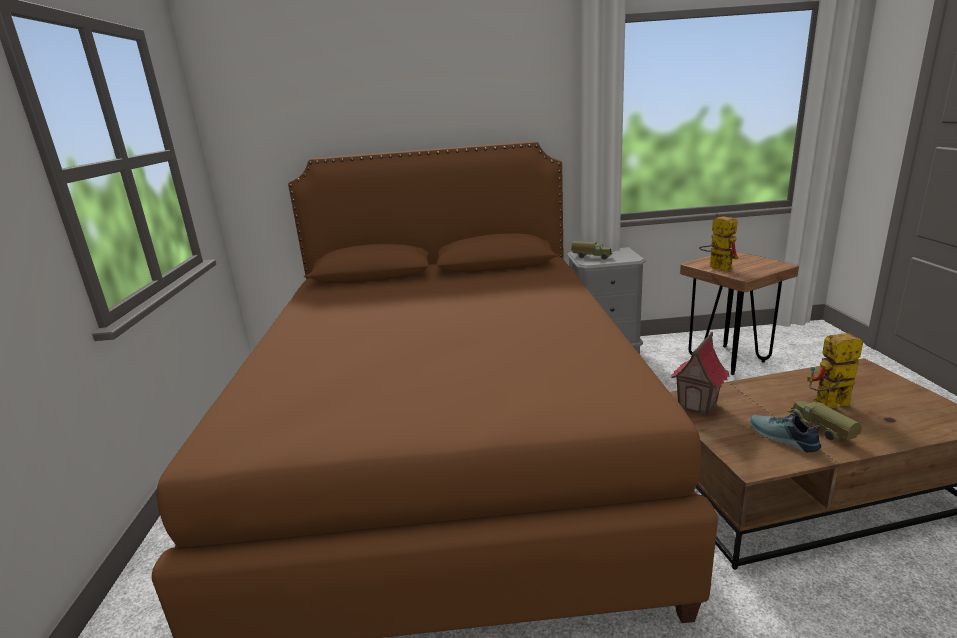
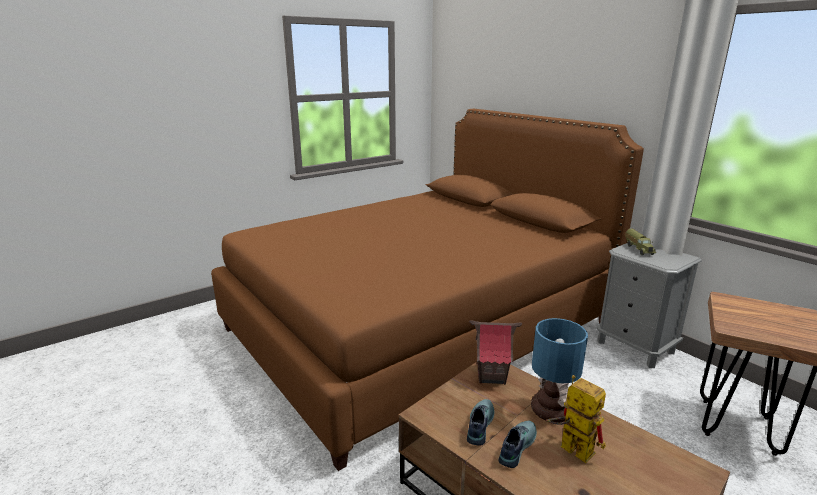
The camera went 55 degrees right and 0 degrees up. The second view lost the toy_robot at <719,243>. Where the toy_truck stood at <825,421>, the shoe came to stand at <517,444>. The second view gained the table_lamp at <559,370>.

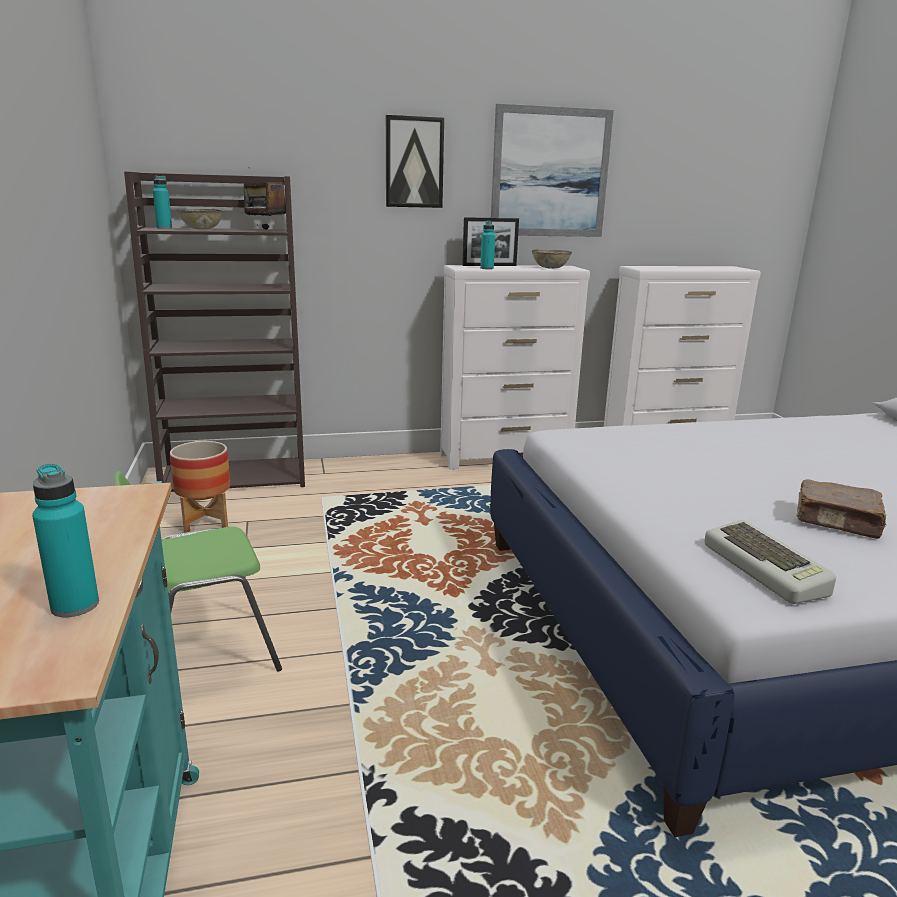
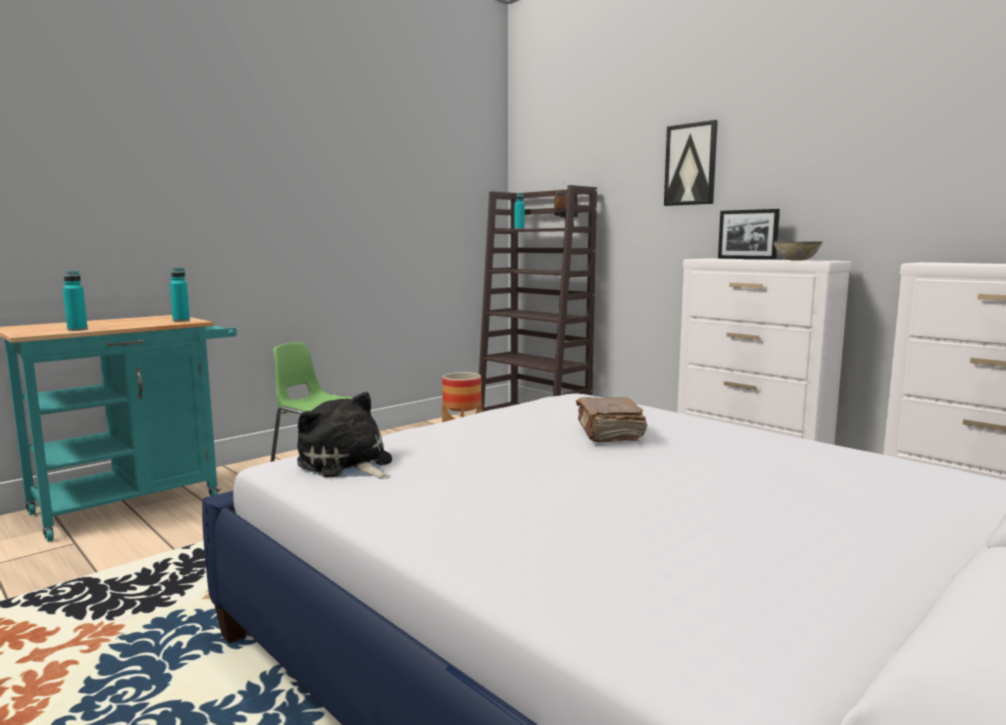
The camera went 60 degrees right and 10 degrees down. The second view lost the picture at <552,170>. The second view lost the bowl at <200,219>. The turquoise_bottle ended up elsewhere, having gone from <487,245> to <180,294>. The brown_book ended up elsewhere, having gone from <842,509> to <611,419>. Where the keyboard stood at <770,562>, the plush_toy came to stand at <344,435>.

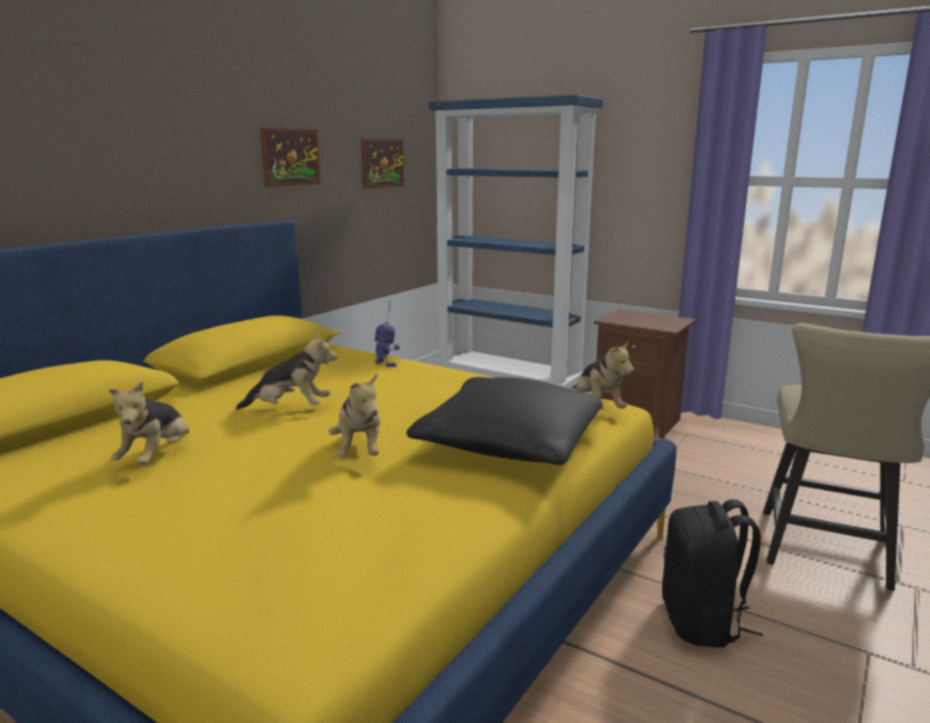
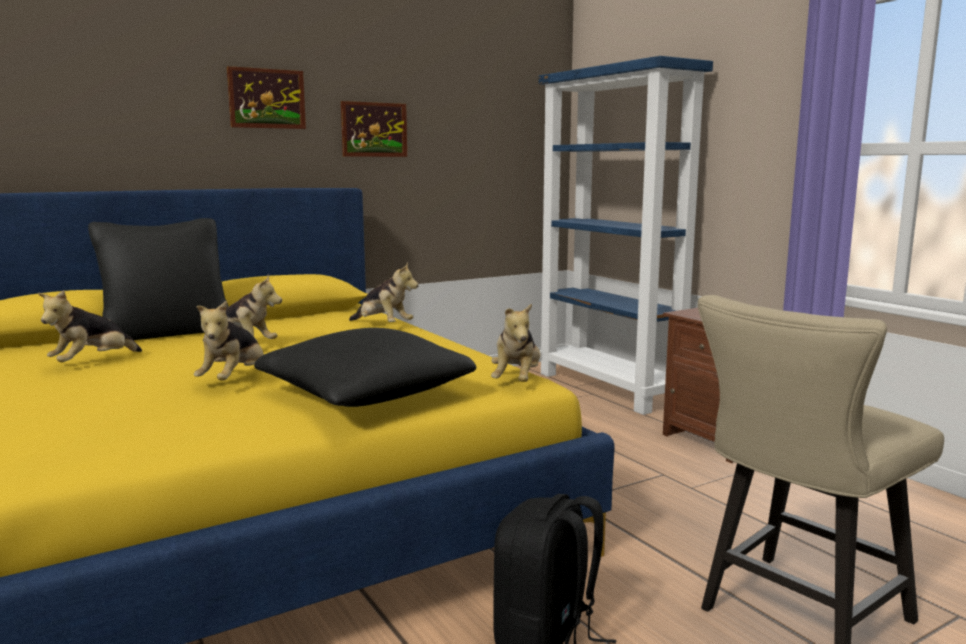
The camera went 25 degrees right and 5 degrees down. The picture ended up elsewhere, having gone from <382,164> to <266,97>. Where the toy_robot stood at <387,334>, the plush_toy came to stand at <384,292>. The second view gained the black_pillow at <158,279>.

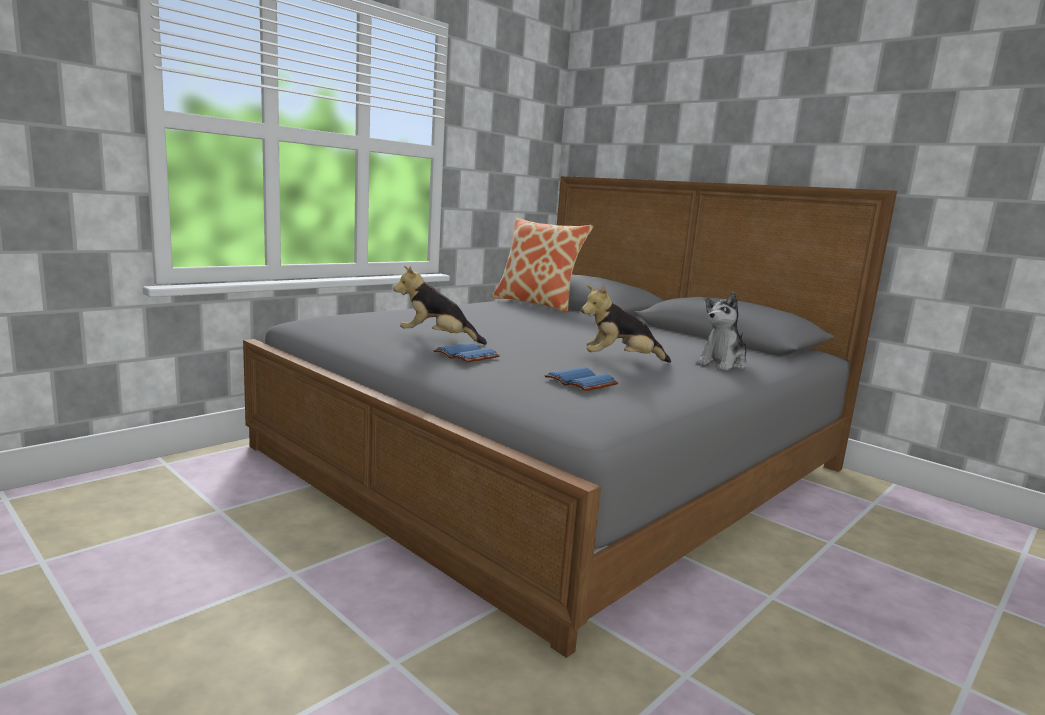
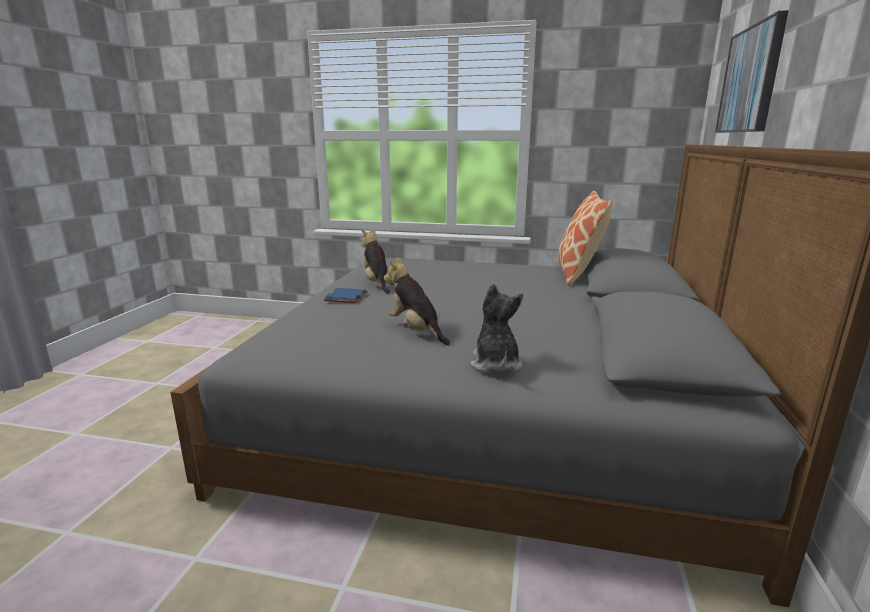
The camera went 60 degrees right and 5 degrees up. The plush_toy at <721,331> ended up facing another way, 75 degrees clockwise from before. The second view lost the blue_book at <582,379>. The second view gained the picture at <752,71>.

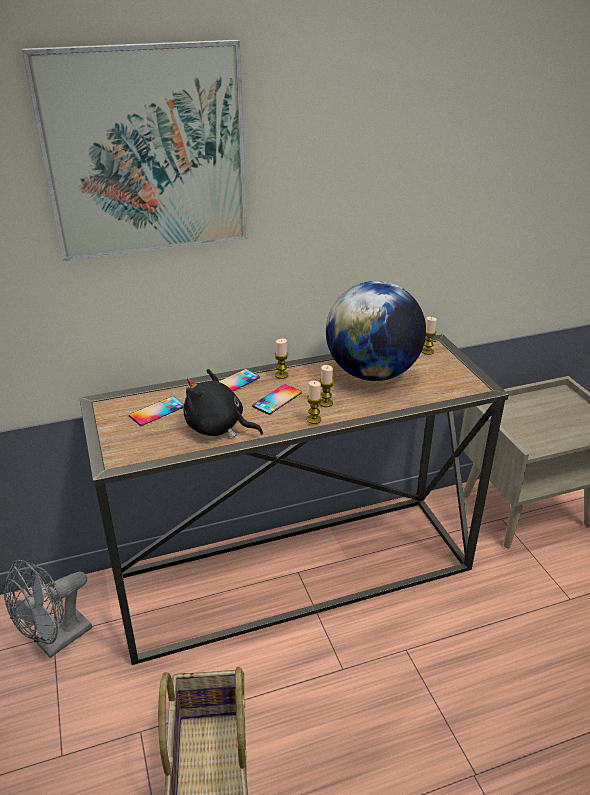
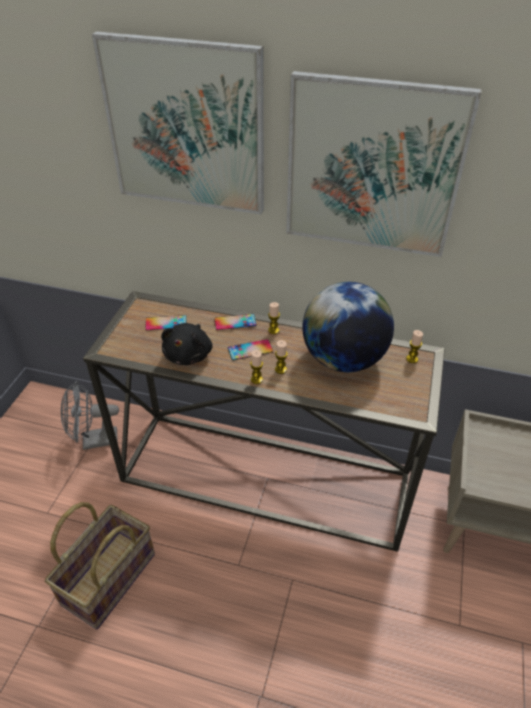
The camera went 35 degrees right and 10 degrees up. The black_plush_toy at <223,403> ended up facing another way, 135 degrees counterclockwise from before. The second view gained the picture at <384,164>.

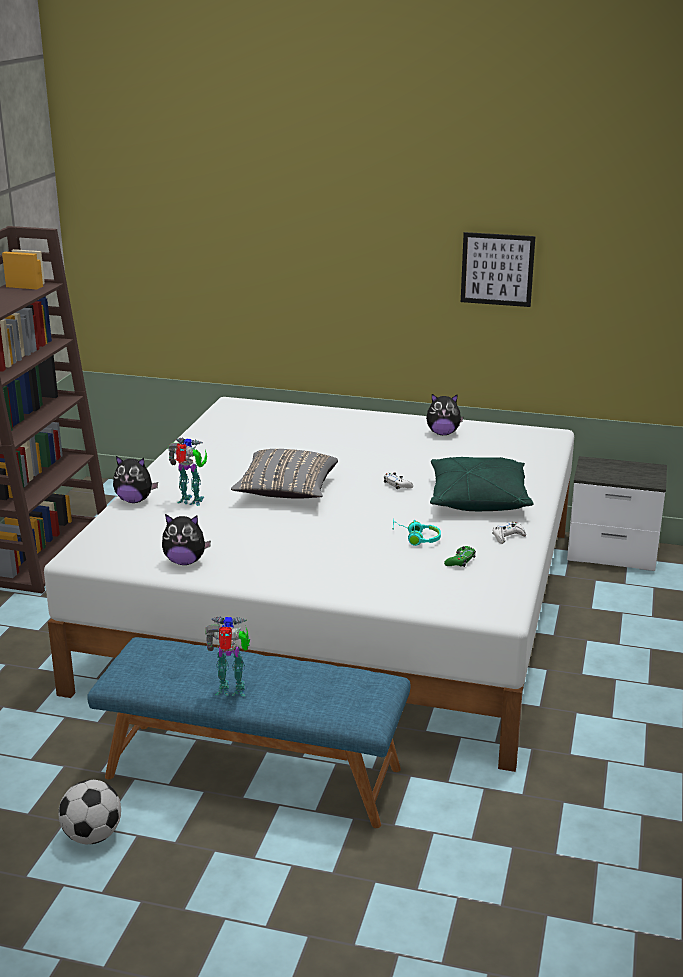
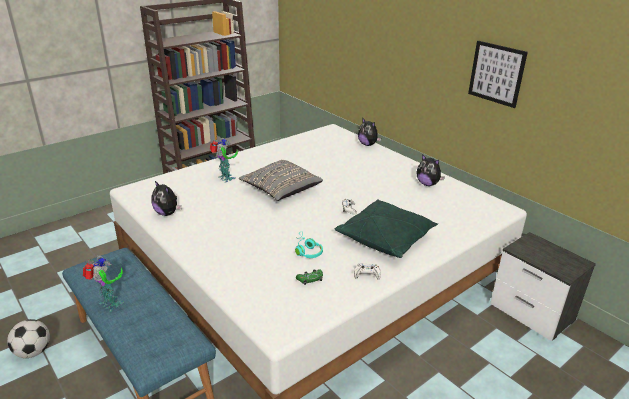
The camera went 35 degrees right and 5 degrees up. The plush_toy ended up elsewhere, having gone from <135,479> to <369,132>.

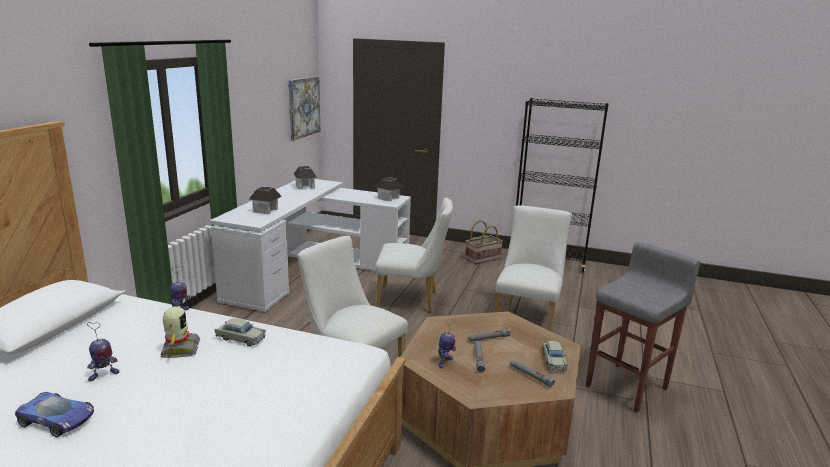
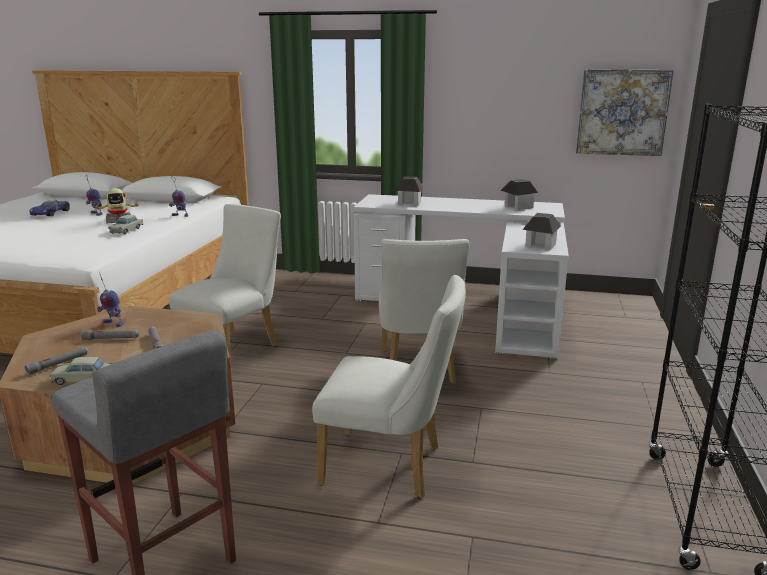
The camera went 85 degrees right and 0 degrees up. The second view lost the basket at <484,243>.

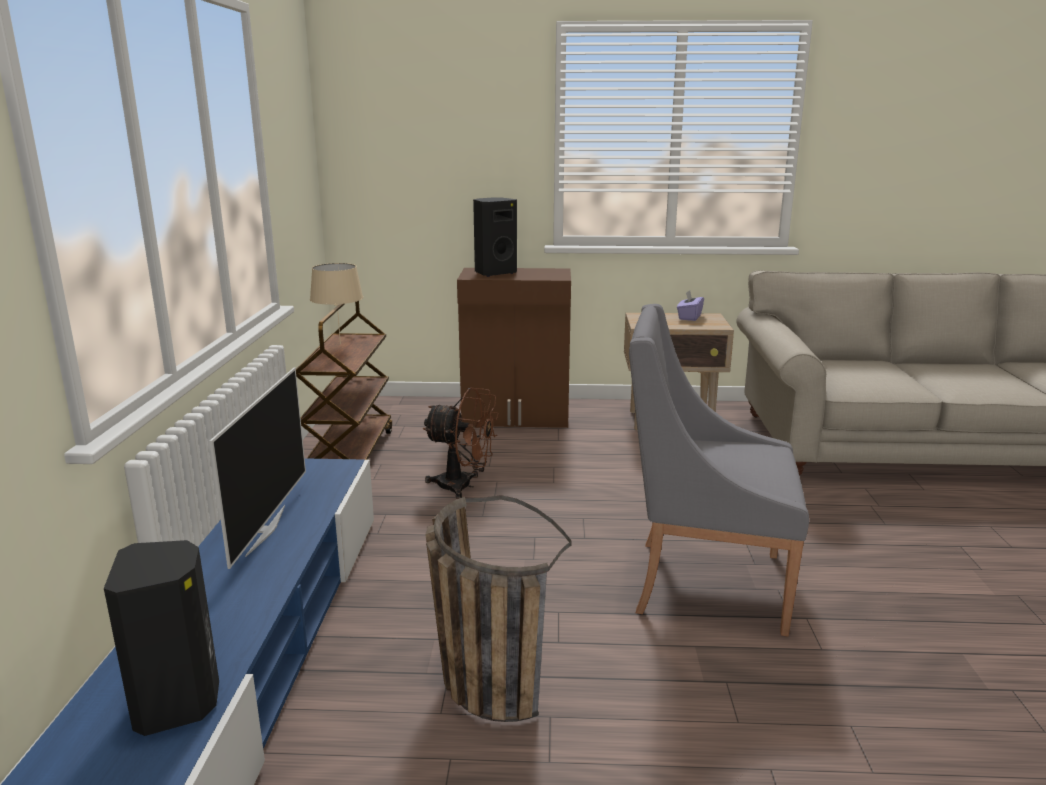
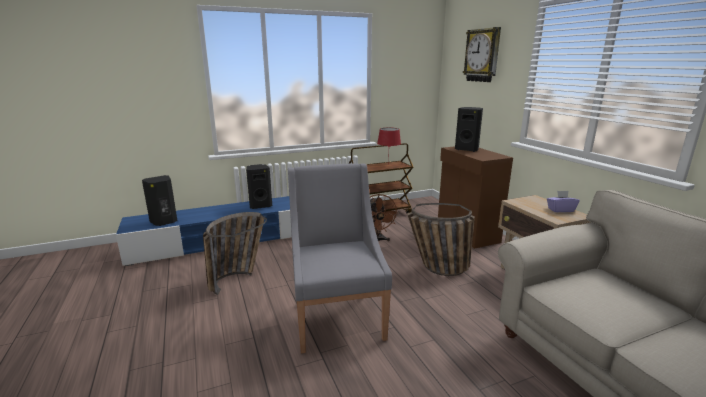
The camera went 65 degrees right and 0 degrees up. What was the beige_table_lamp at <336,303> turned into the red_table_lamp at <389,146>. Where the television stood at <258,468>, the black_speaker came to stand at <259,186>. The second view gained the wall_clock at <482,54>. The second view gained the basket at <441,239>.

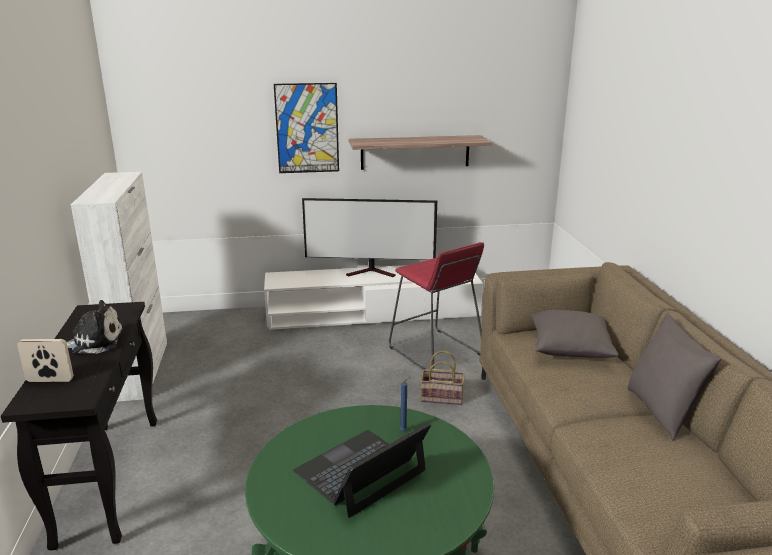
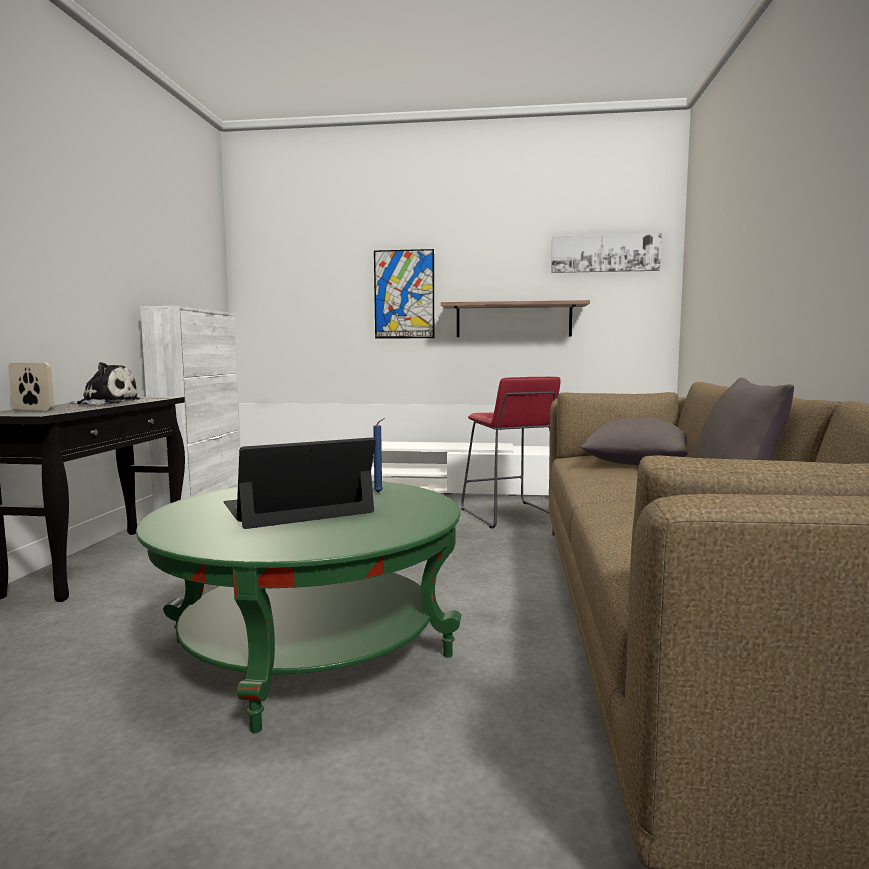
The camera went 15 degrees right and 15 degrees down. The second view lost the television at <369,237>. The second view lost the basket at <442,378>. The second view gained the picture at <606,253>.

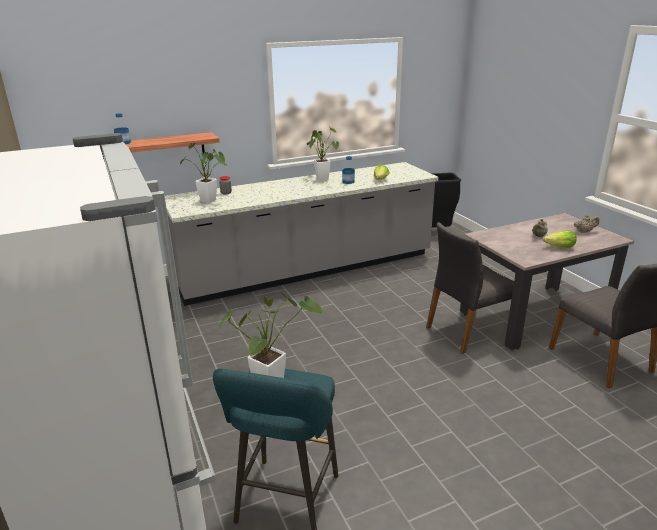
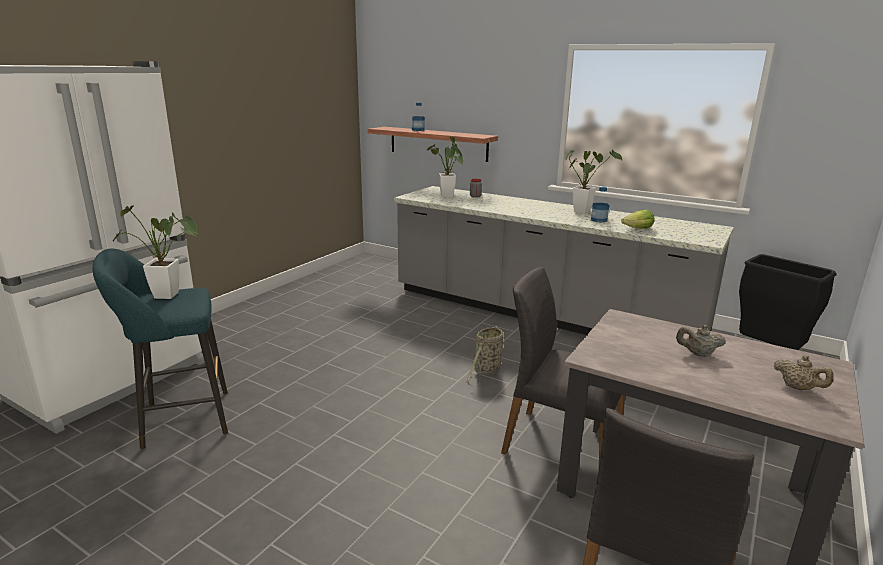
The camera went 55 degrees right and 5 degrees down. The second view lost the lettuce at <560,239>. The second view gained the basket at <485,356>.

